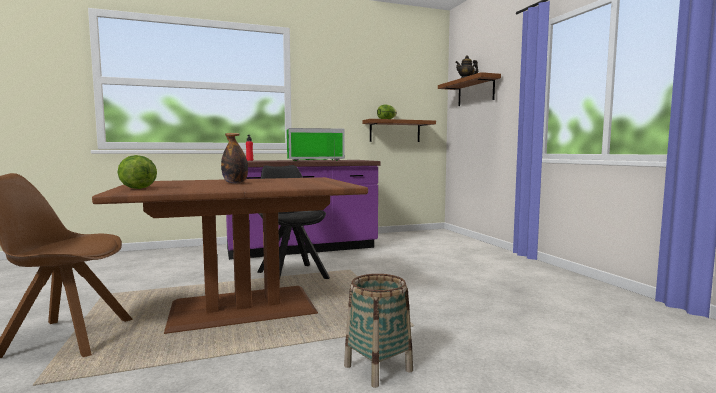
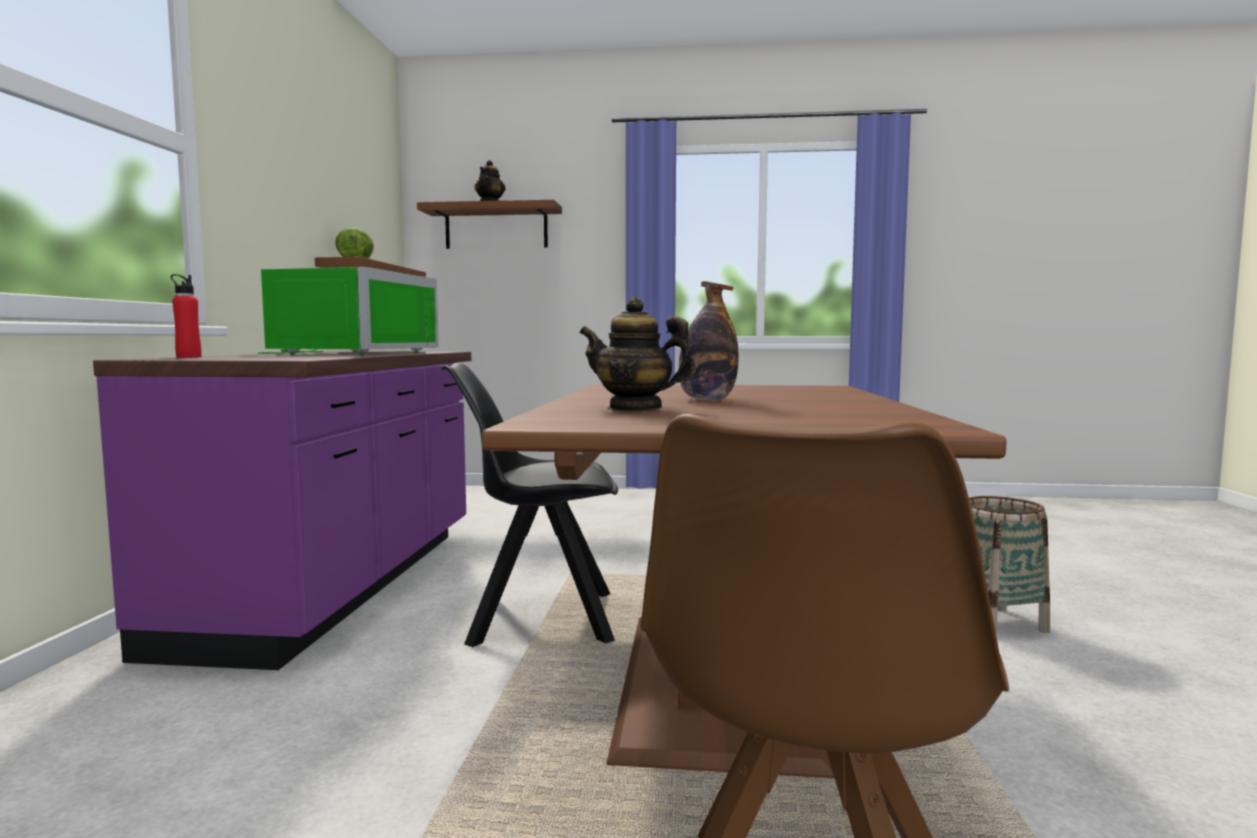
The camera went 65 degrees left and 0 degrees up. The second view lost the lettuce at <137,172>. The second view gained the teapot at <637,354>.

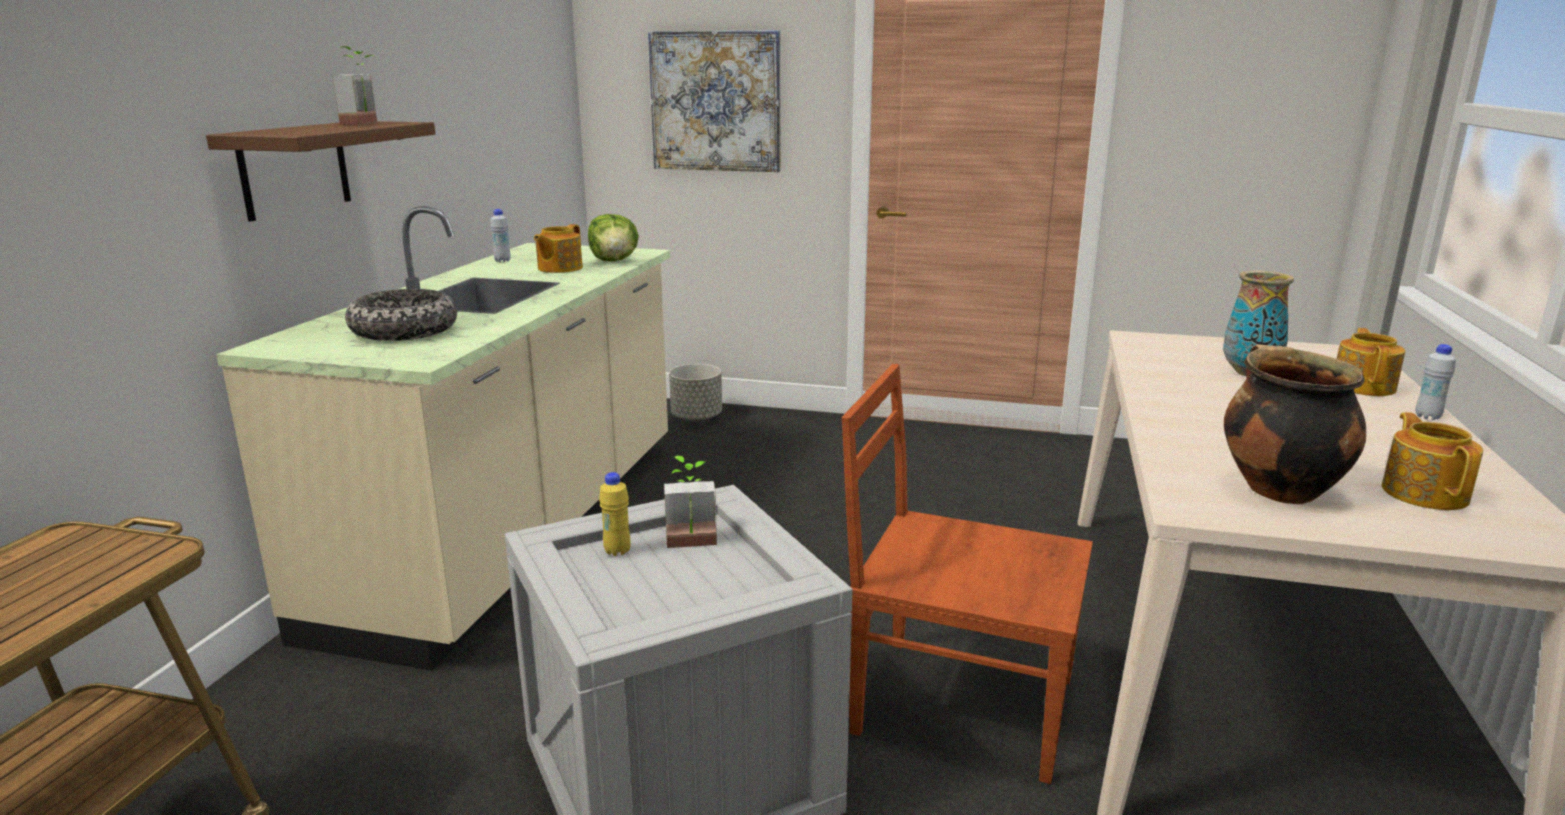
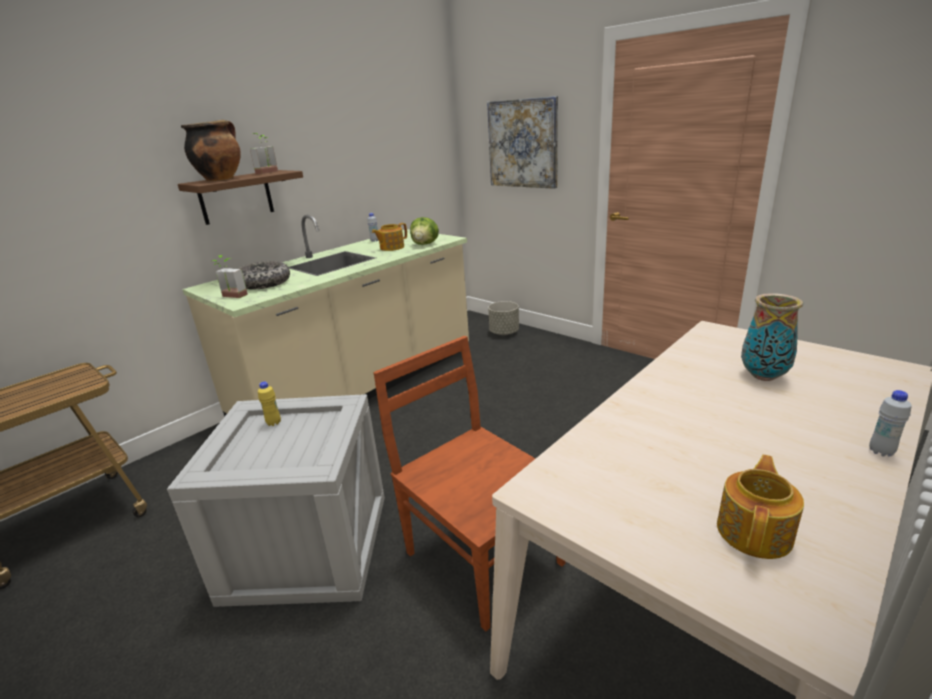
The camera went 30 degrees right and 5 degrees up. The second view lost the teapot at <1371,362>. The cooking_pot ended up elsewhere, having gone from <1295,424> to <211,150>. The potted_plant ended up elsewhere, having gone from <690,502> to <230,276>.

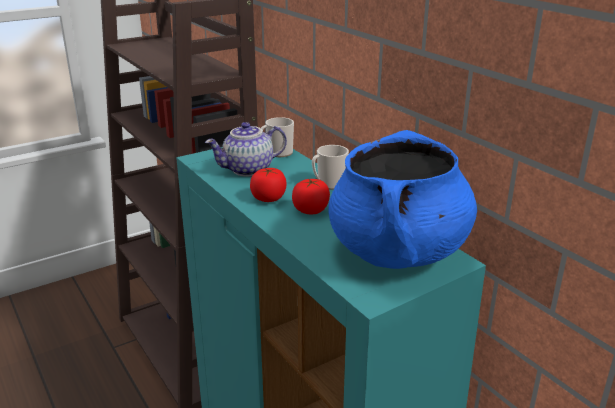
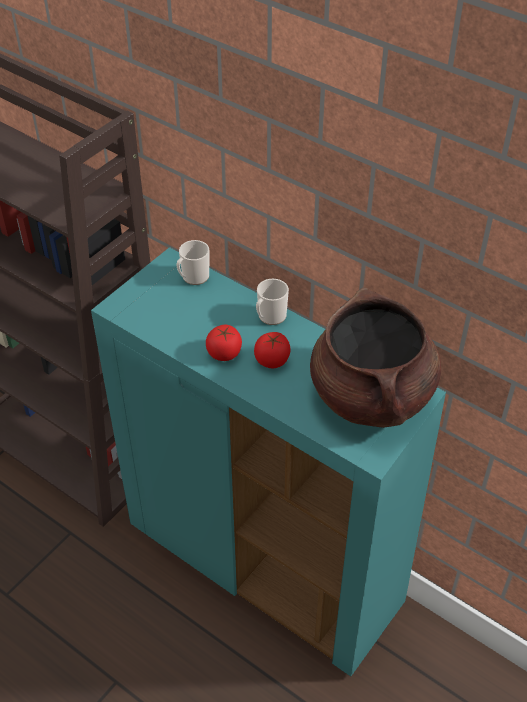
The camera went 20 degrees left and 20 degrees up. The second view lost the teapot at <246,149>. What was the blue_cooking_pot at <403,199> turned into the brown_cooking_pot at <375,357>.

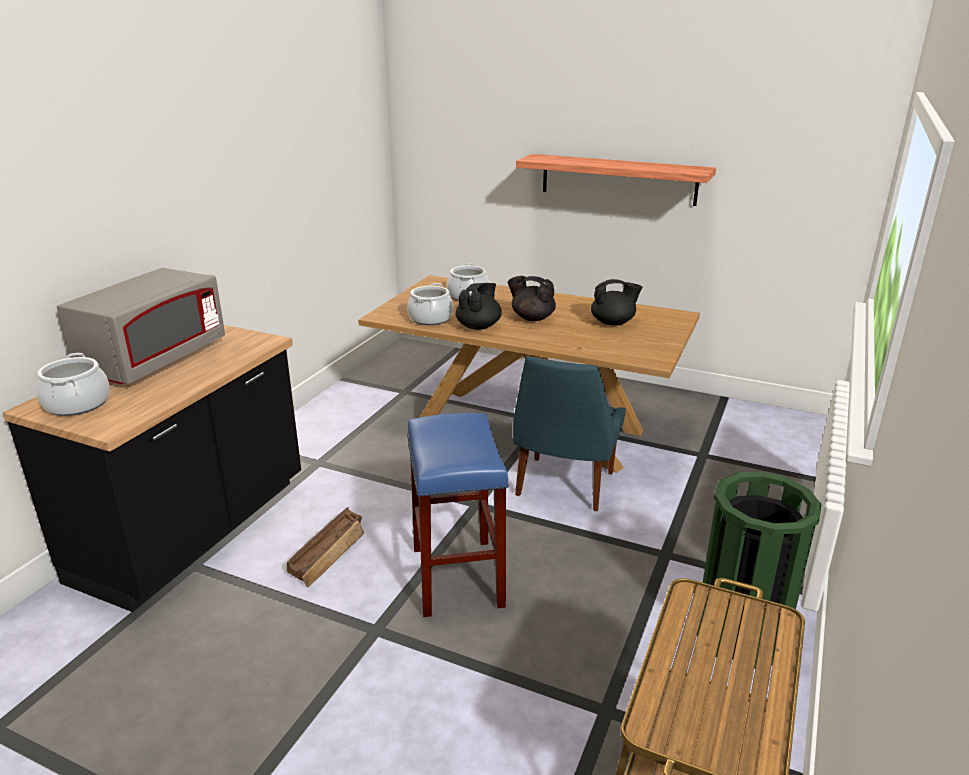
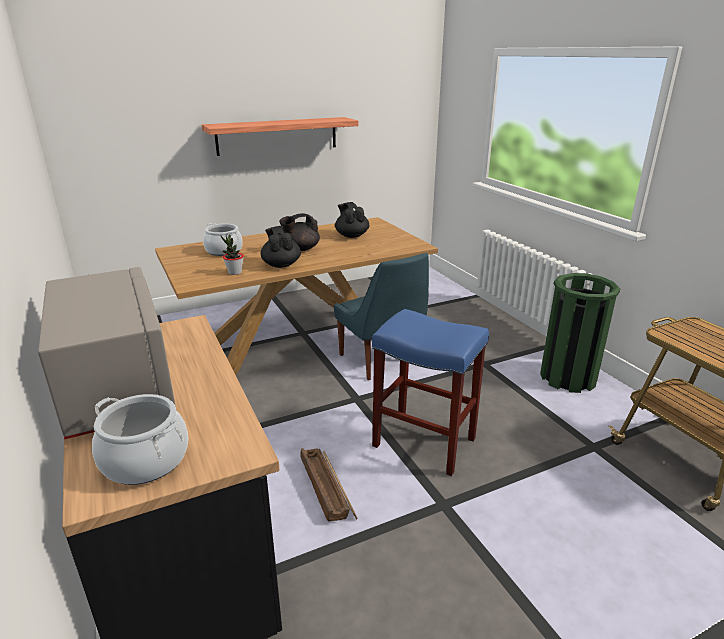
The camera went 50 degrees left and 0 degrees up. The black_teapot at <616,302> ended up facing another way, 60 degrees counterclockwise from before. Where the cooking_pot stood at <430,304>, the potted_plant came to stand at <232,255>.

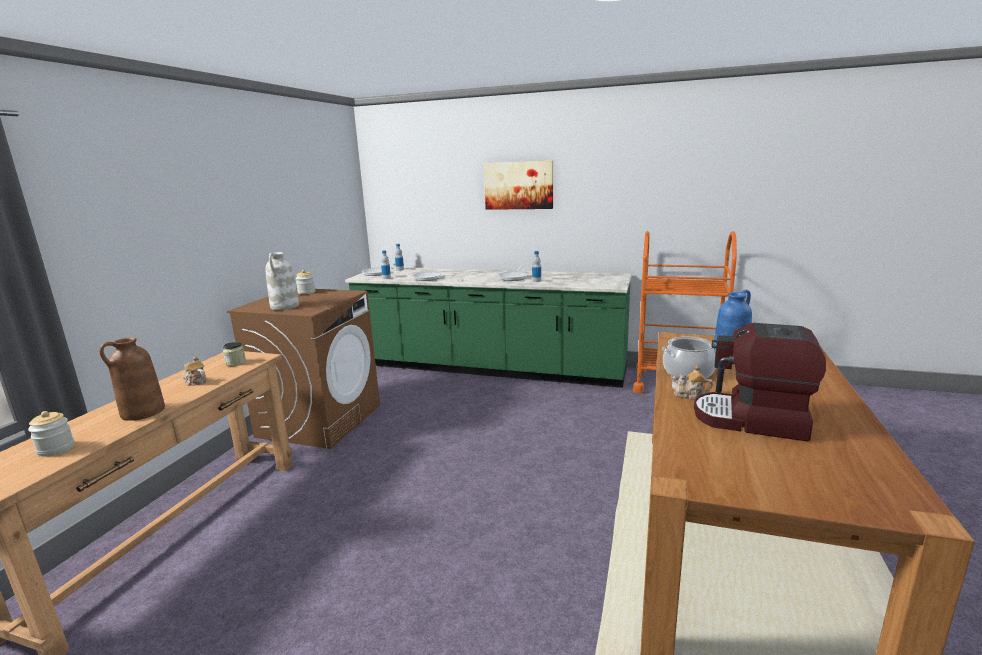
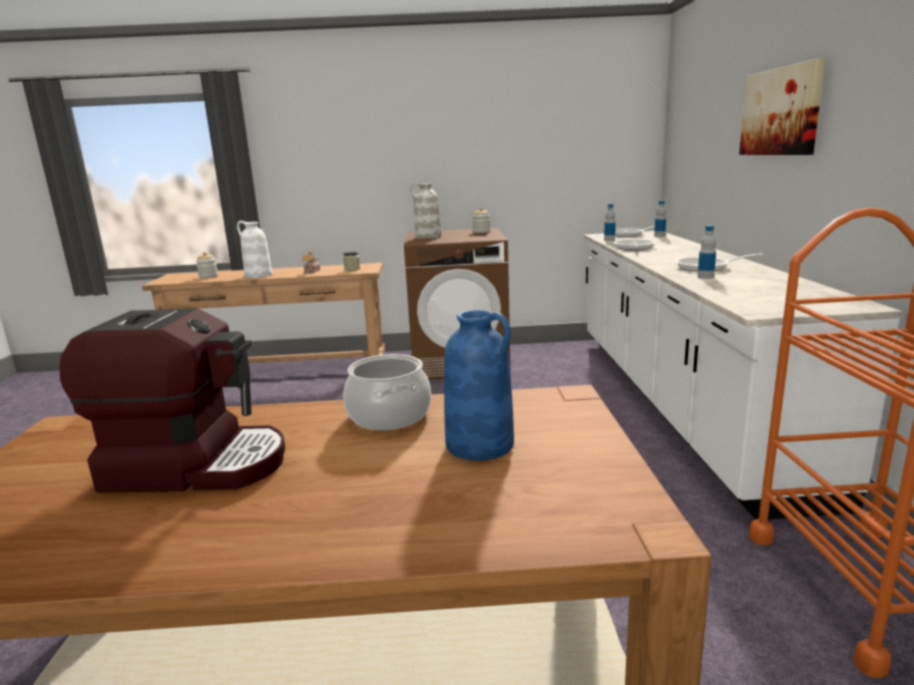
The camera went 70 degrees right and 0 degrees up. What was the green_counter at <488,327> turned into the white_counter at <743,375>. The coffee_machine at <760,382> ended up facing another way, 90 degrees clockwise from before. What was the brown_vase at <132,379> turned into the white_vase at <254,249>. The second view lost the teapot at <691,382>.

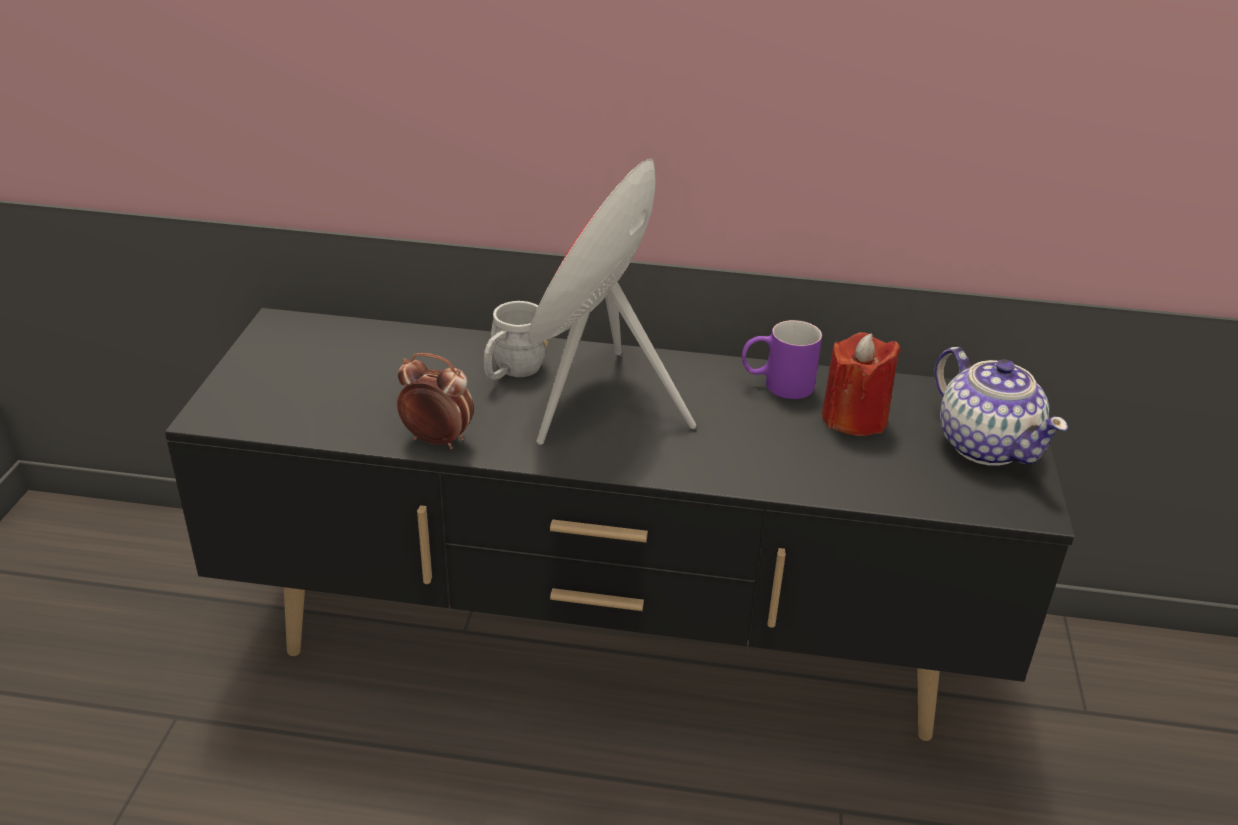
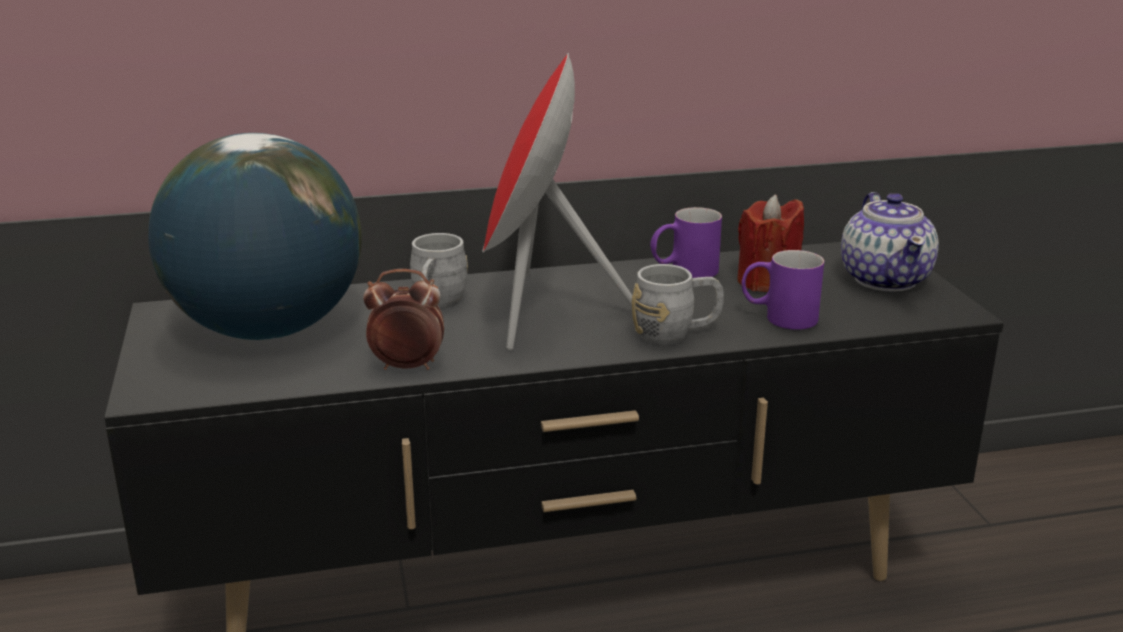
The camera went 20 degrees left and 10 degrees down. The teapot at <1001,406> ended up facing another way, 45 degrees clockwise from before. The second view gained the globe at <255,236>. The second view gained the purple_mug at <782,290>. The second view gained the grey_mug at <678,304>.

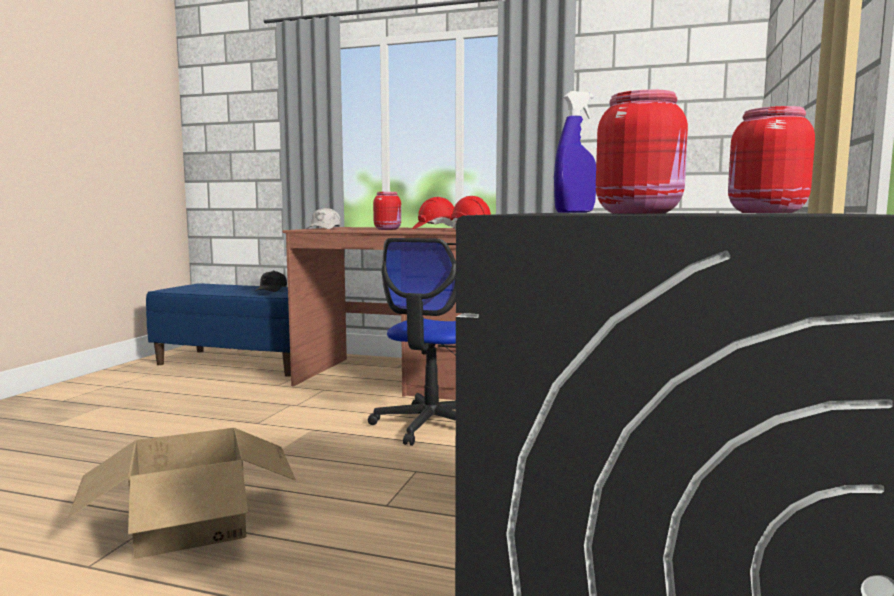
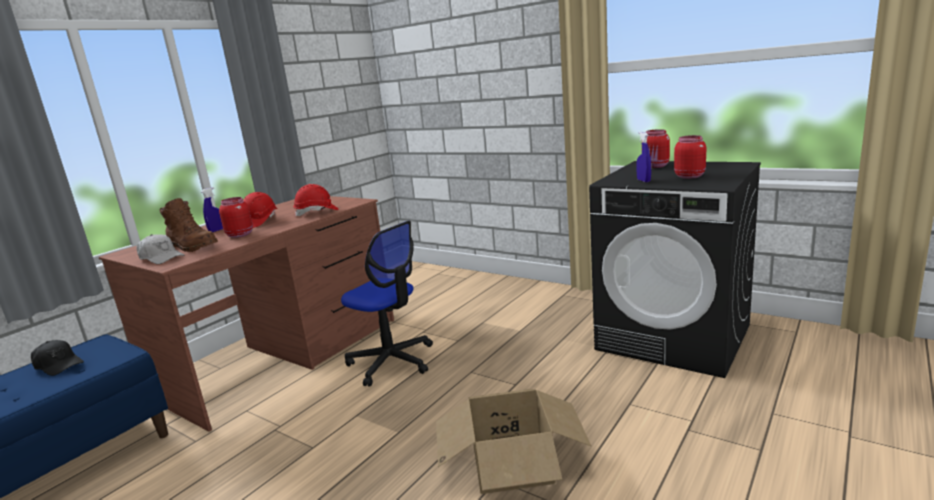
The camera went 70 degrees left and 10 degrees up. The second view gained the blue_spray_bottle at <212,209>. The second view gained the brown_boot at <189,225>.

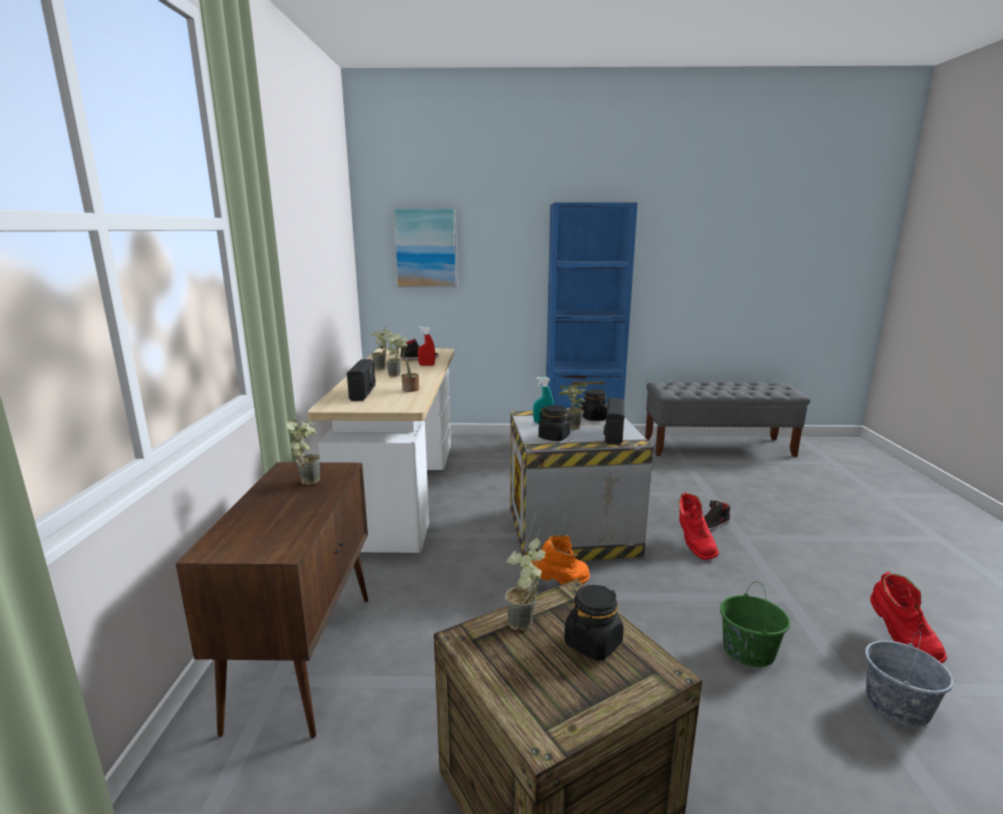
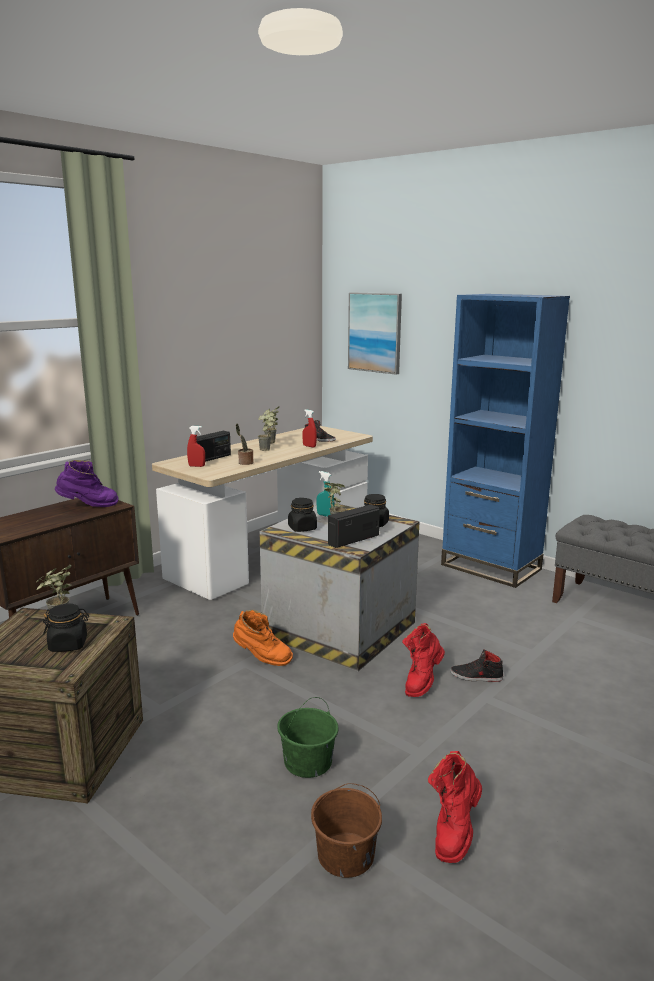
The camera went 40 degrees right and 0 degrees up. Where the potted_plant stood at <302,452>, the purple_boot came to stand at <87,483>. What was the grey_bucket at <909,678> turned into the brown_bucket at <346,830>. The second view gained the red_spray_bottle at <196,446>.

